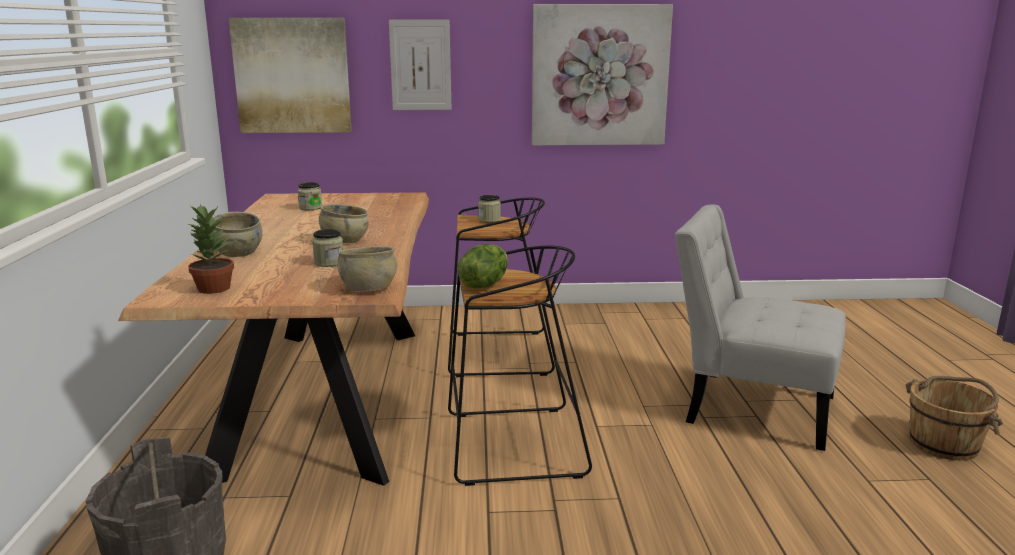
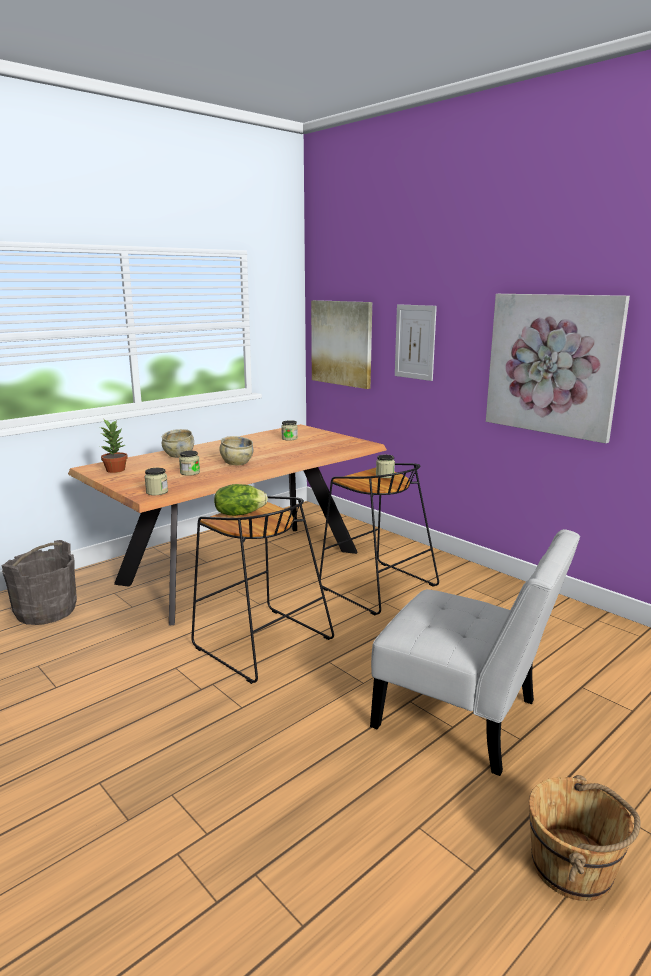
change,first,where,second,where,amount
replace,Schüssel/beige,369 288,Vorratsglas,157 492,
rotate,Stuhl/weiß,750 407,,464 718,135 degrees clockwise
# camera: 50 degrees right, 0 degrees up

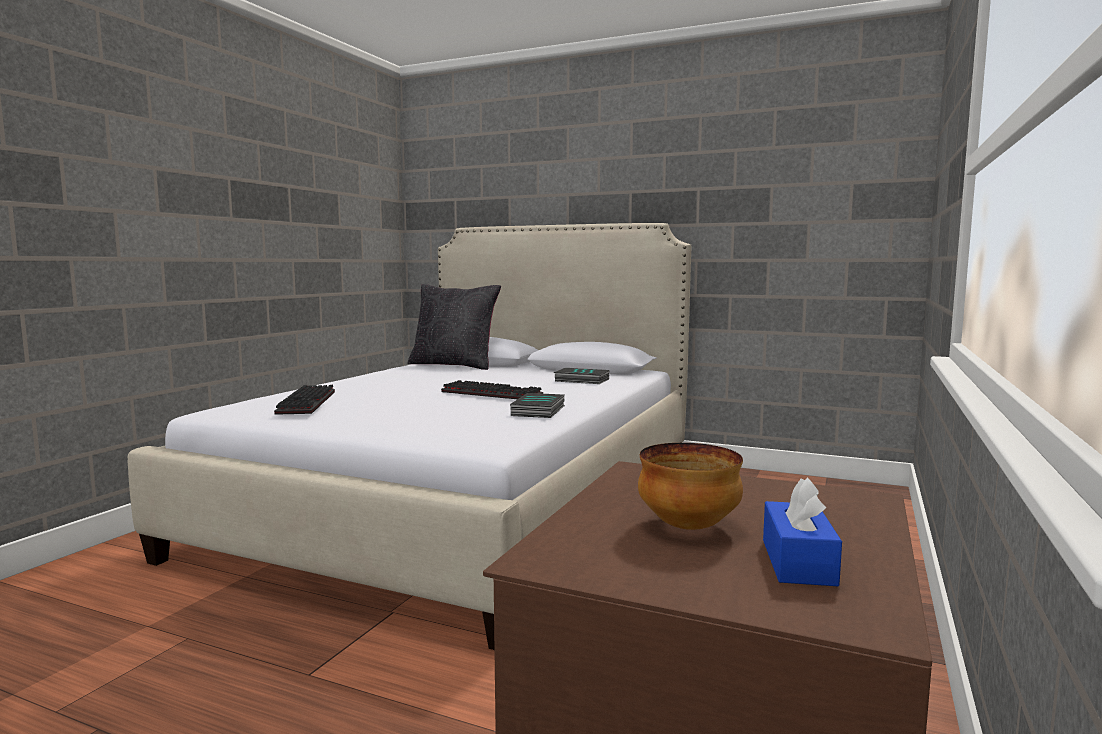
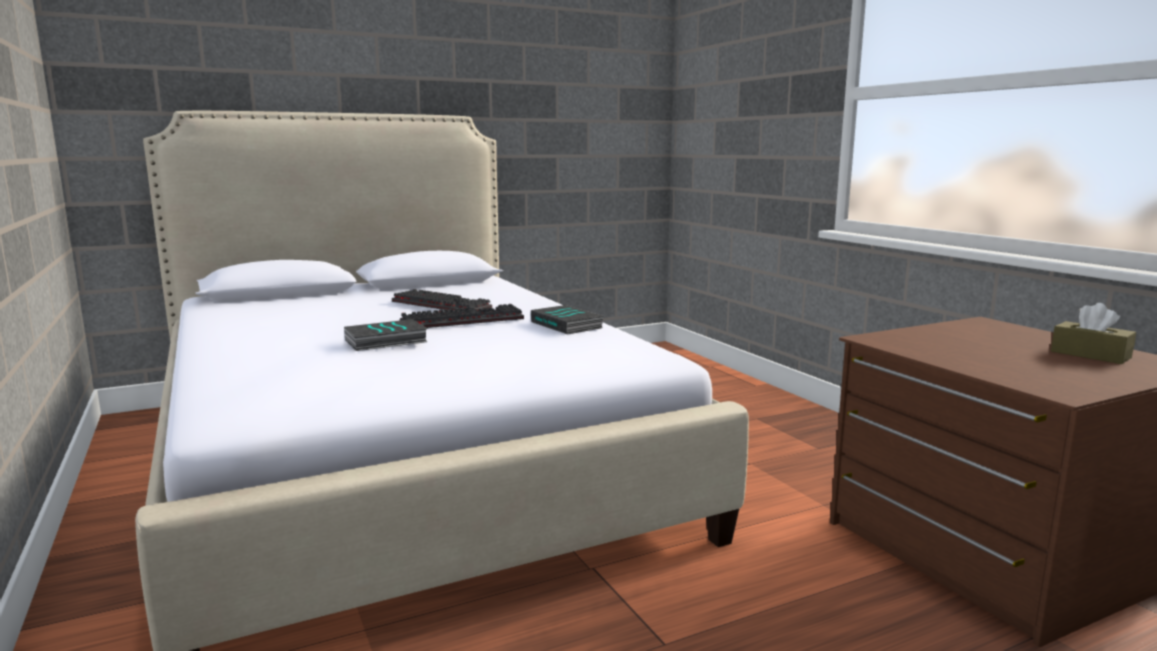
change,first,where,second,where,amount
delete,Kissen/schwarz,454 365,,,
delete,Schüssel,690 527,,,
move,Tastatur,308 403,,443 305,
move,Buch,581 380,,385 341,
recolor,Taschentuchbox/blau,798 562,Taschentuchbox/braun,1090 355,
# camera: 50 degrees left, 5 degrees up

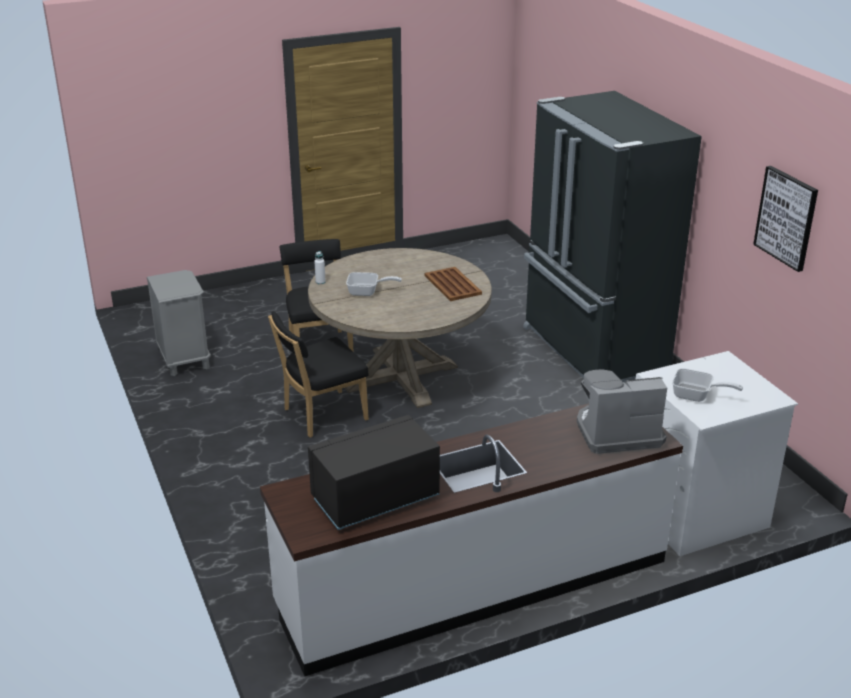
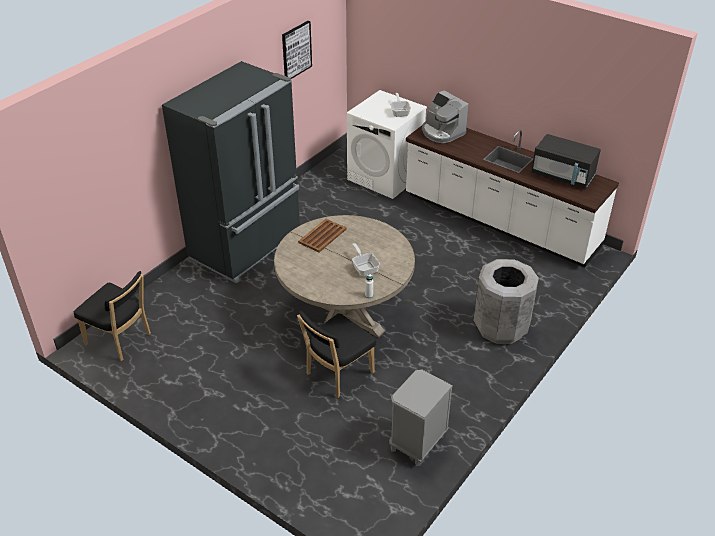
change,first,where,second,where,amount
insert,,,Mülleimer/grau,500 327,
move,Stuhl/schwarz,321 415,,120 340,
# camera: 120 degrees left, 10 degrees up

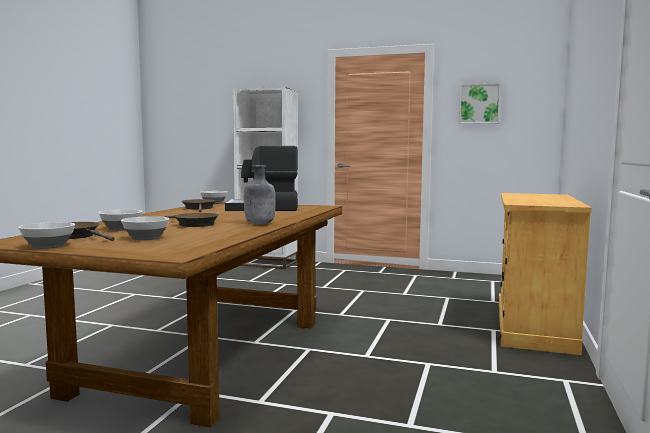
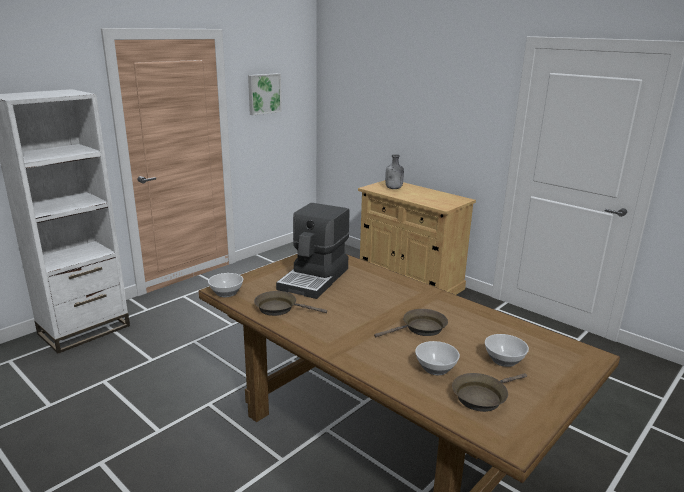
change,first,where,second,where,amount
delete,Schüssel,49 246,,,
move,Flasche/grau,259 224,,394 188,
# camera: 65 degrees left, 15 degrees up

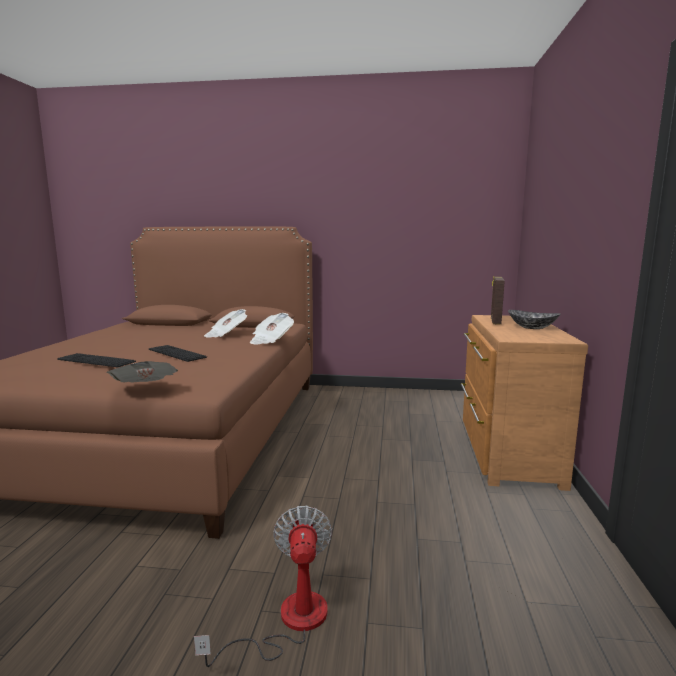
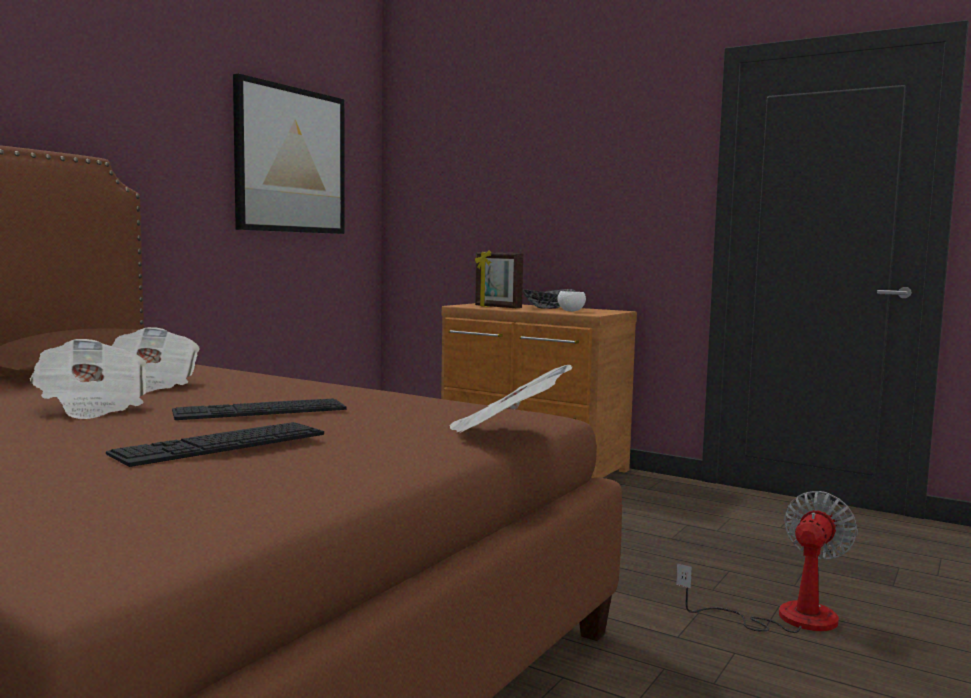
change,first,where,second,where,amount
insert,,,Bild,290 160,
insert,,,Schüssel/weiß,571 311,
move,Zeitung,271 340,,92 408,
rotate,Ventilator,289 622,,786 618,105 degrees clockwise
# camera: 65 degrees left, 5 degrees down

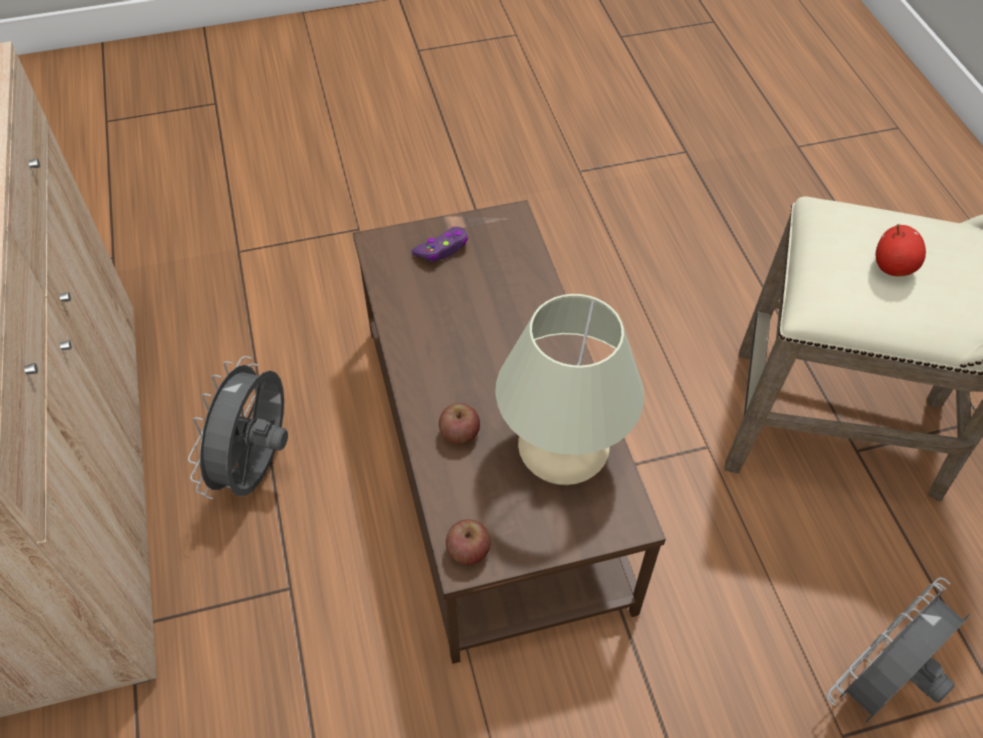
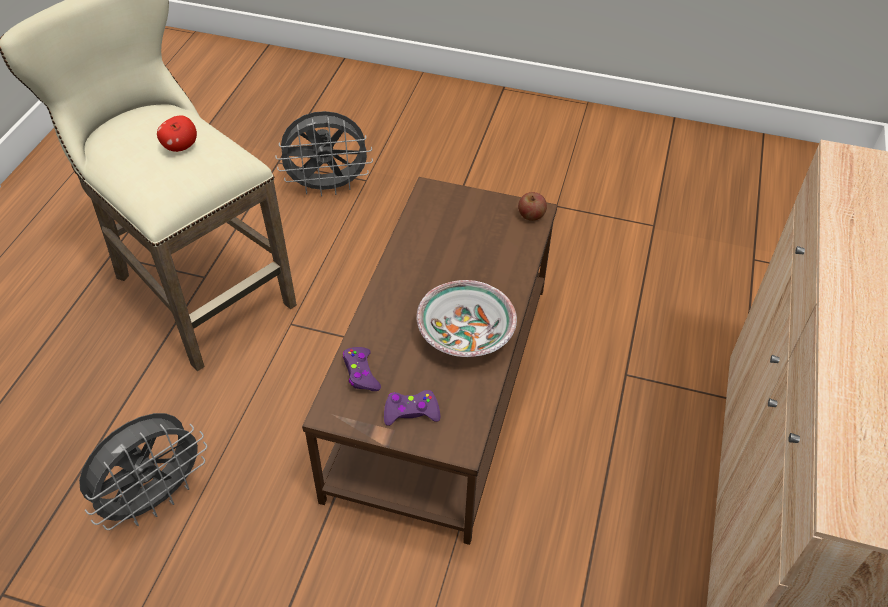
change,first,where,second,where,amount
delete,Apfel,459 433,,,
delete,Tischlampe/beige,562 449,,,
insert,,,Gamepad/lila,361 373,
insert,,,Schüssel,464 334,
move,Ventilator/grau,258 468,,155 498,
# camera: 150 degrees left, 5 degrees down

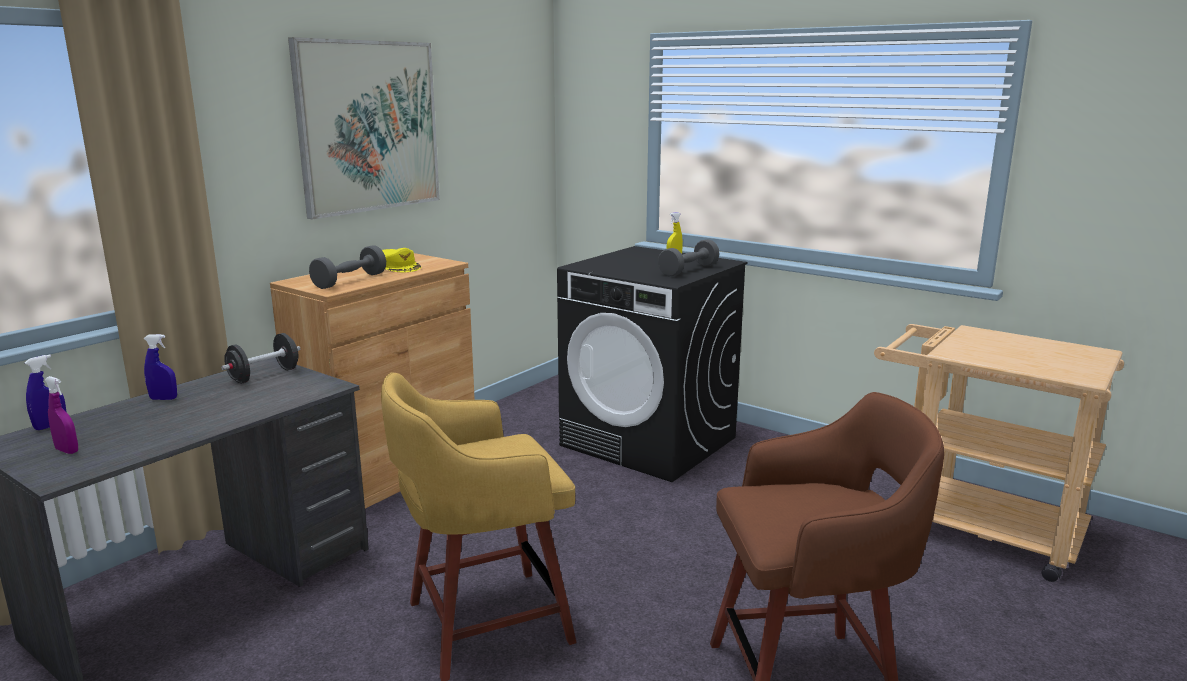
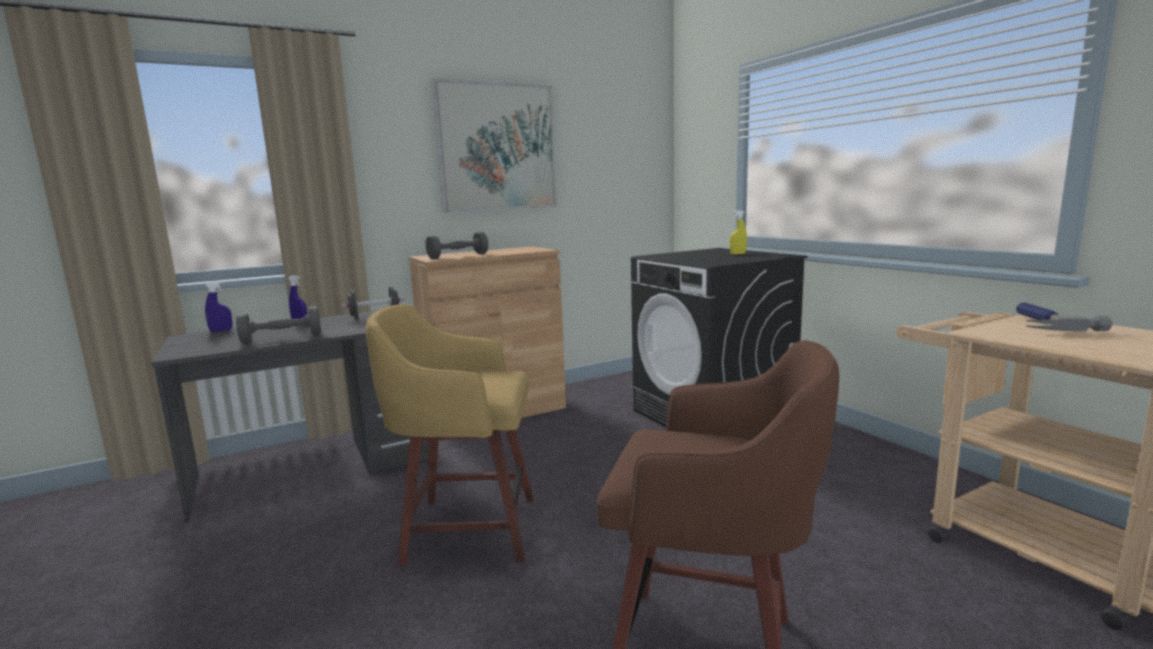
change,first,where,second,where,amount
delete,Sprühflasche/lila,67 451,,,
delete,Kappe/gelb,397 267,,,
insert,,,Hammer,1042 323,
move,Hantel/grau,688 270,,282 337,
# camera: 25 degrees right, 5 degrees down

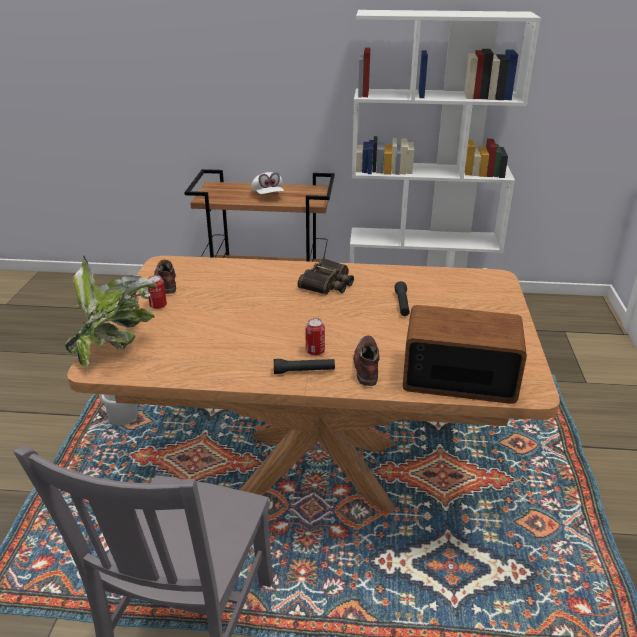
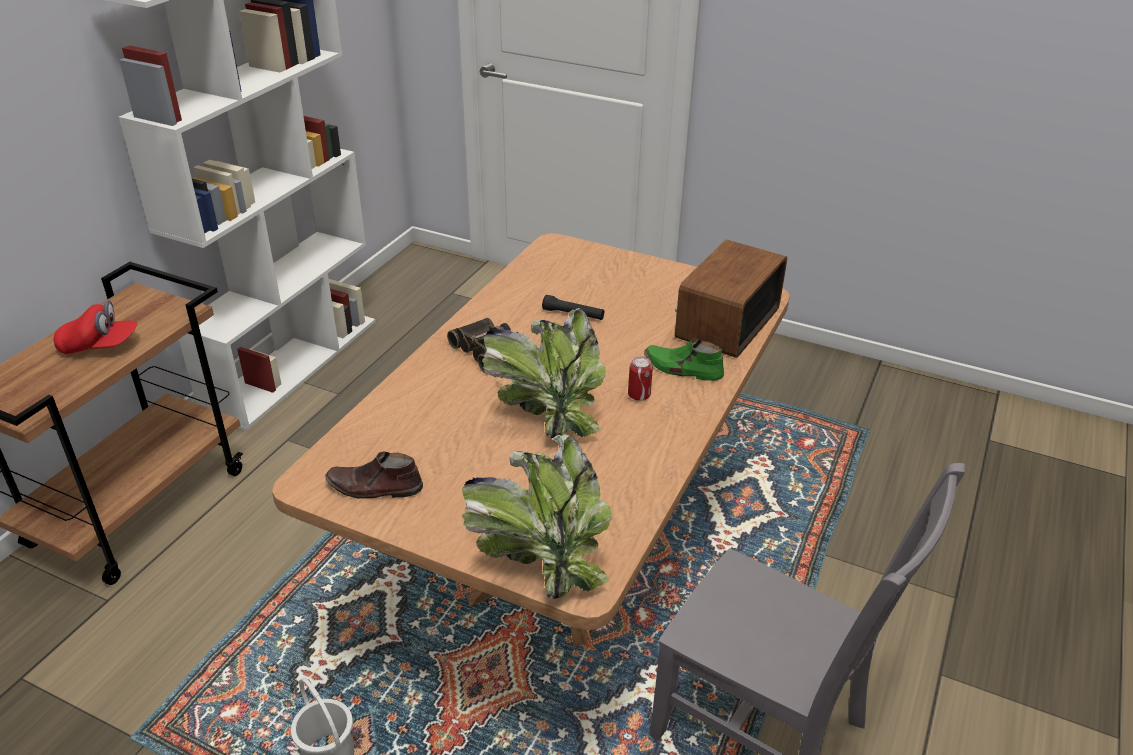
change,first,where,second,where,amount
delete,Dose,158 305,,,
delete,Taschenlampe/schwarz,304 371,,,
insert,,,Topfpflanze,547 413,
recolor,Kappe/weiß,267 195,Kappe/rot,100 346,
recolor,Schuh/braun,366 365,Schuh/grün,682 369,
# camera: 70 degrees left, 5 degrees up

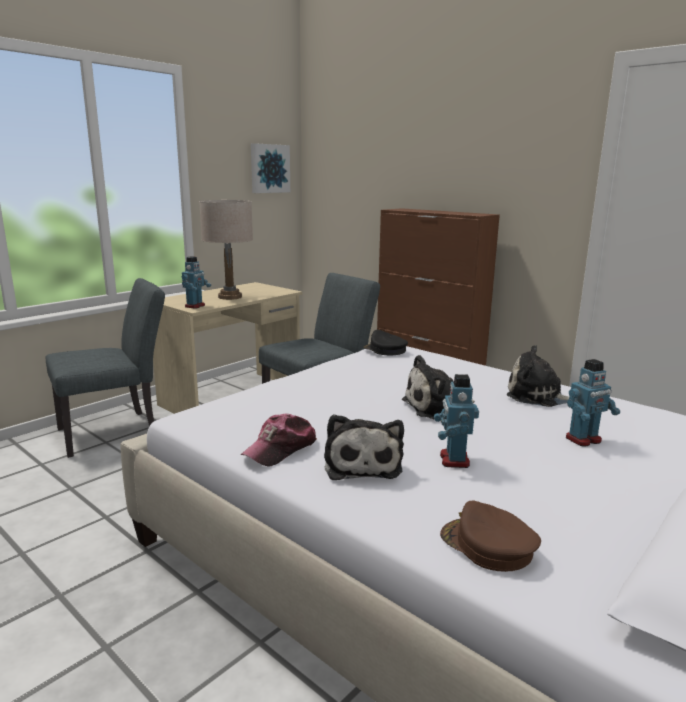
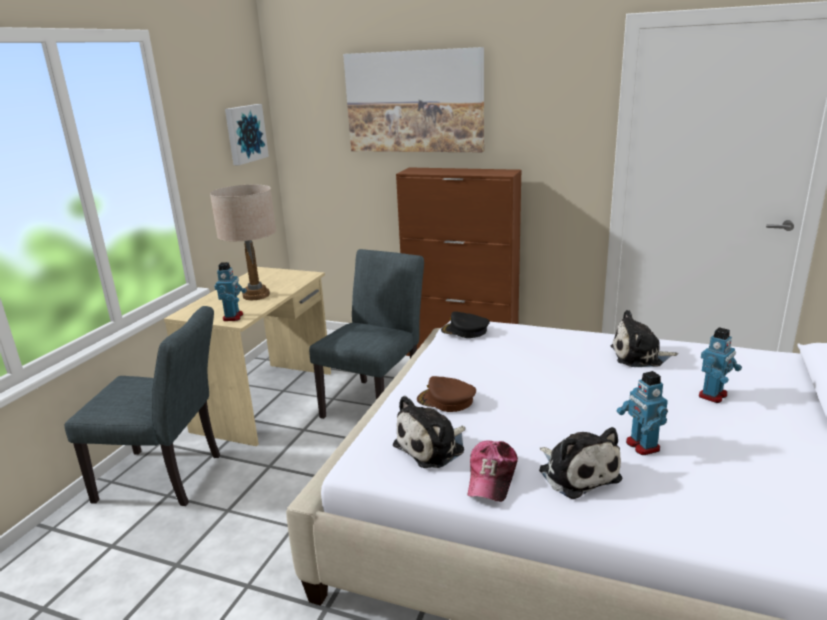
change,first,where,second,where,amount
insert,,,Bild,414 102,
move,Plüschtier,437 407,,433 447,
move,Kappe/braun,487 545,,446 400,
rotate,Stuhl/grau,116 431,,168 478,60 degrees clockwise
# camera: 20 degrees left, 5 degrees up

